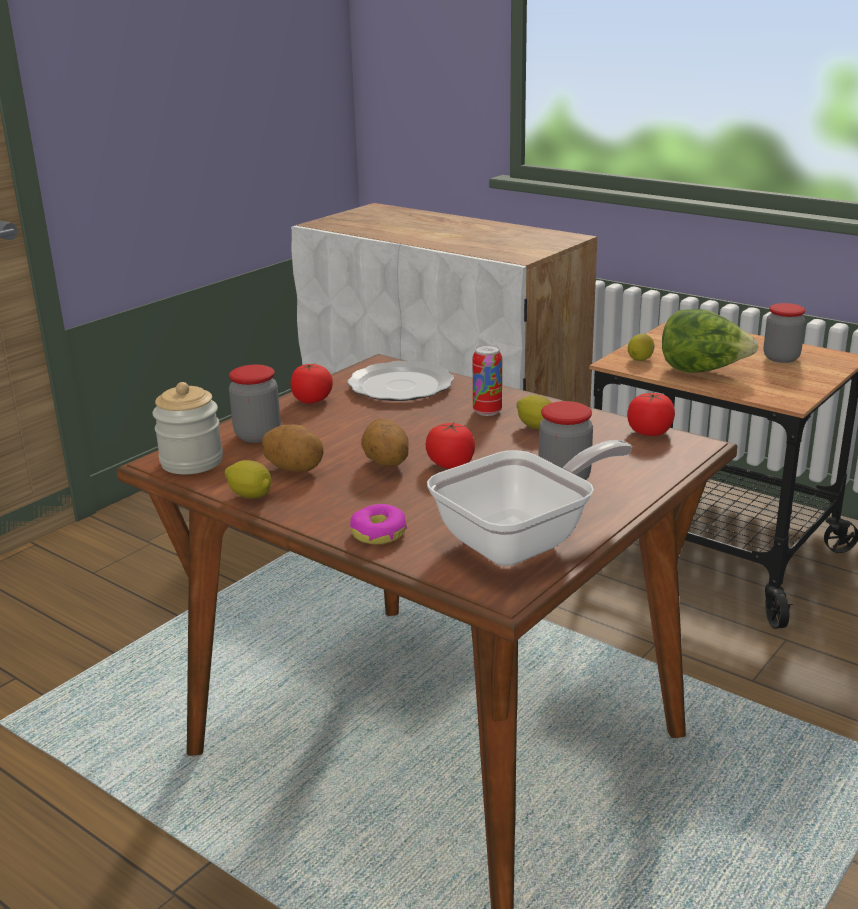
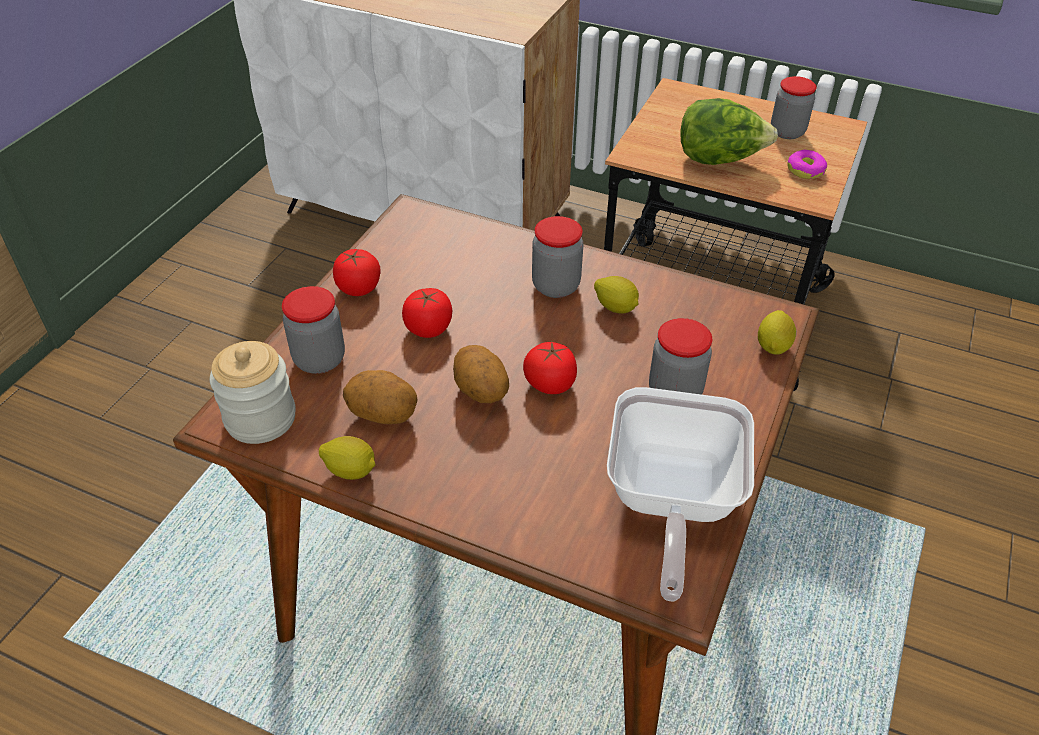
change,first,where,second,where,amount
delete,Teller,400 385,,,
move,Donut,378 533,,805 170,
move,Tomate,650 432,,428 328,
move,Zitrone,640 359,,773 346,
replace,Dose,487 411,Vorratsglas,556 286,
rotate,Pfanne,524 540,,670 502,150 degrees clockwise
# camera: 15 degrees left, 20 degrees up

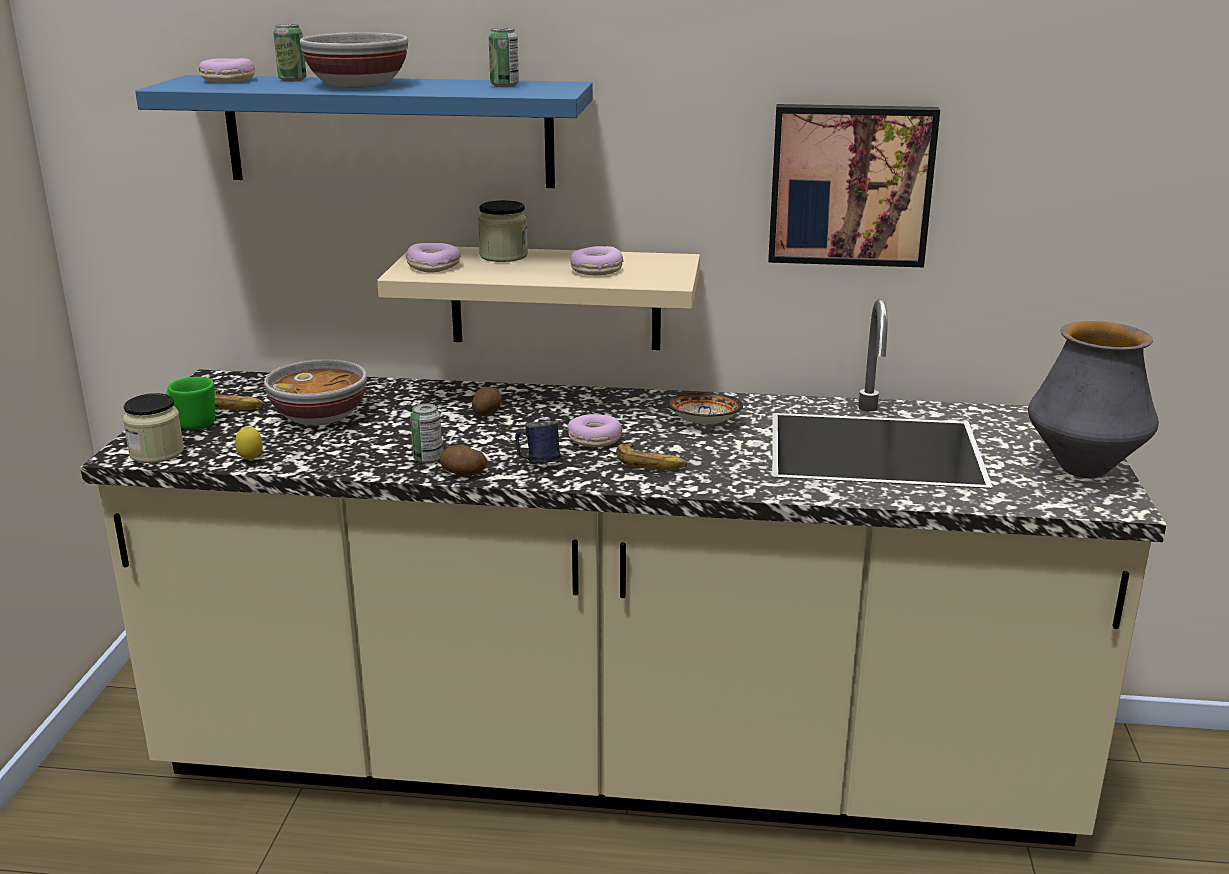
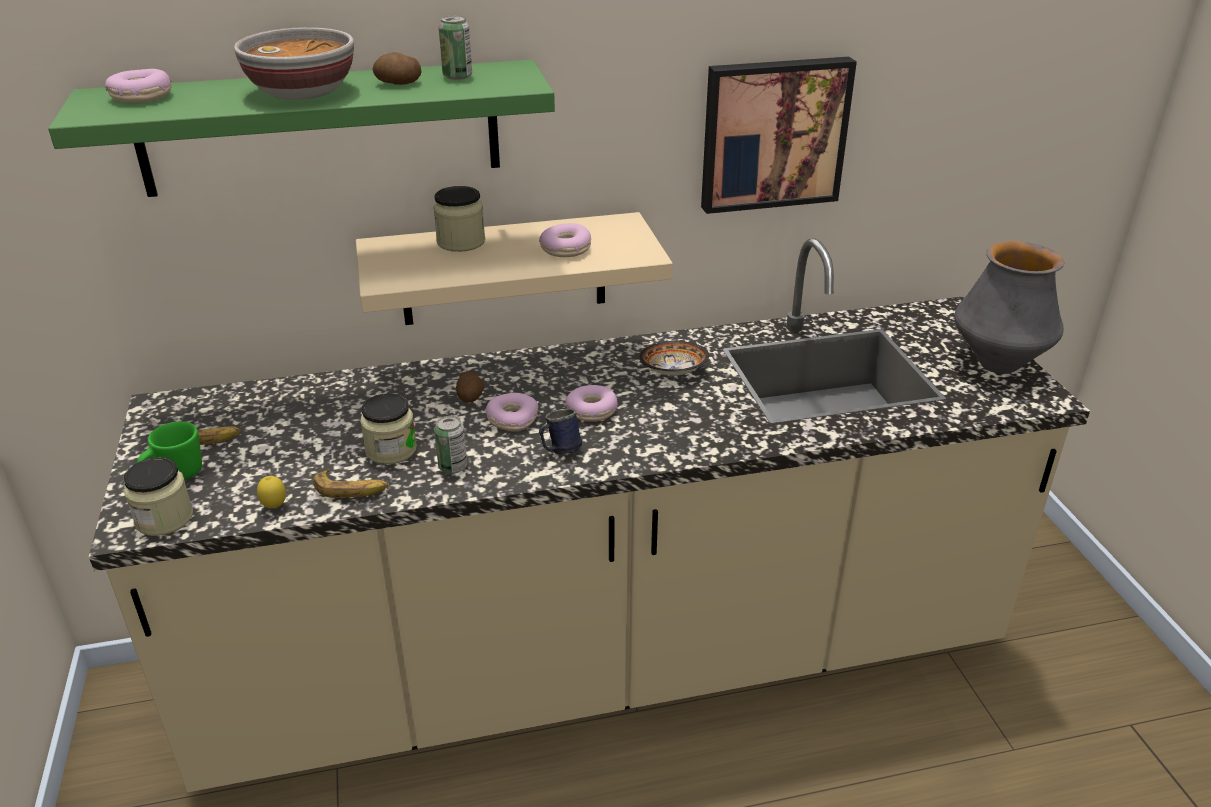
change,first,where,second,where,amount
delete,Schüssel,320 416,,,
delete,Dose,292 80,,,
insert,,,Vorratsglas,391 450,
move,Donut,433 266,,512 419,
move,Kartoffel,463 473,,398 83,
move,Banane,651 464,,351 489,
recolor,Wandregal/blau,388 131,Wandregal/grün,321 128,
# camera: 20 degrees left, 10 degrees up

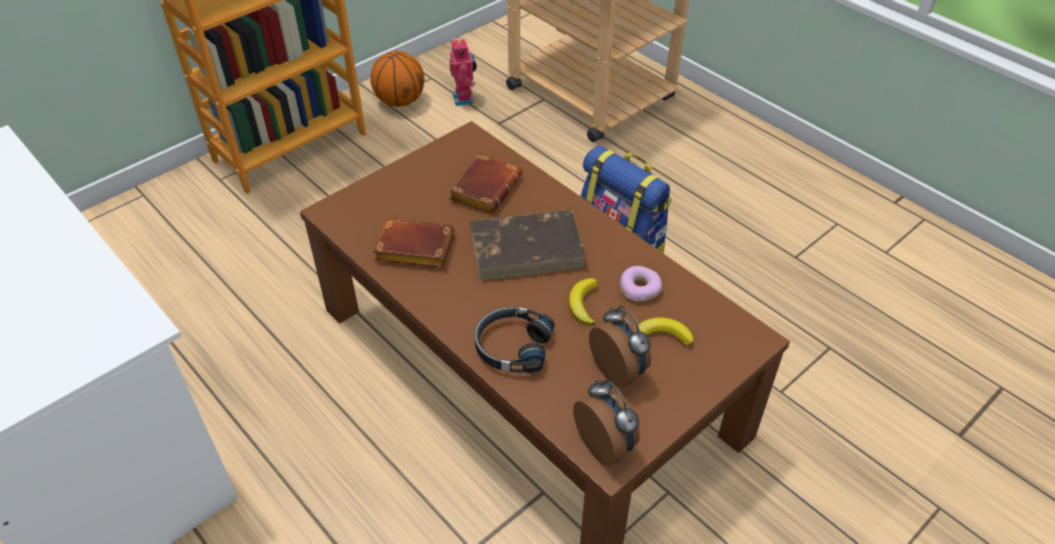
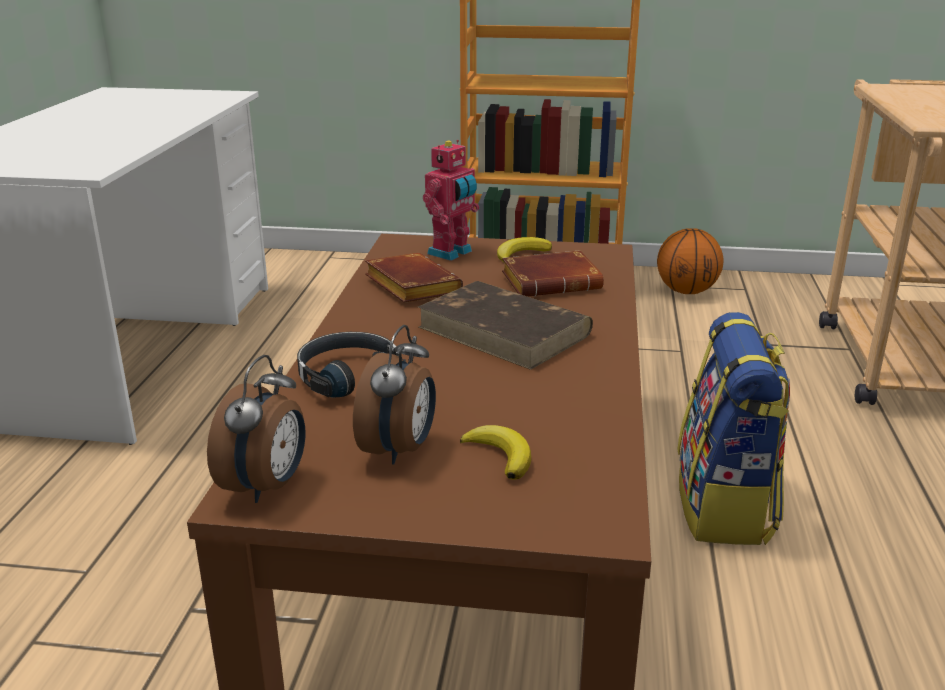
change,first,where,second,where,amount
delete,Donut,639 288,,,
move,Spielzeugroboter,464 99,,452 253,
move,Banane,583 304,,521 254,
# camera: 50 degrees right, 20 degrees down

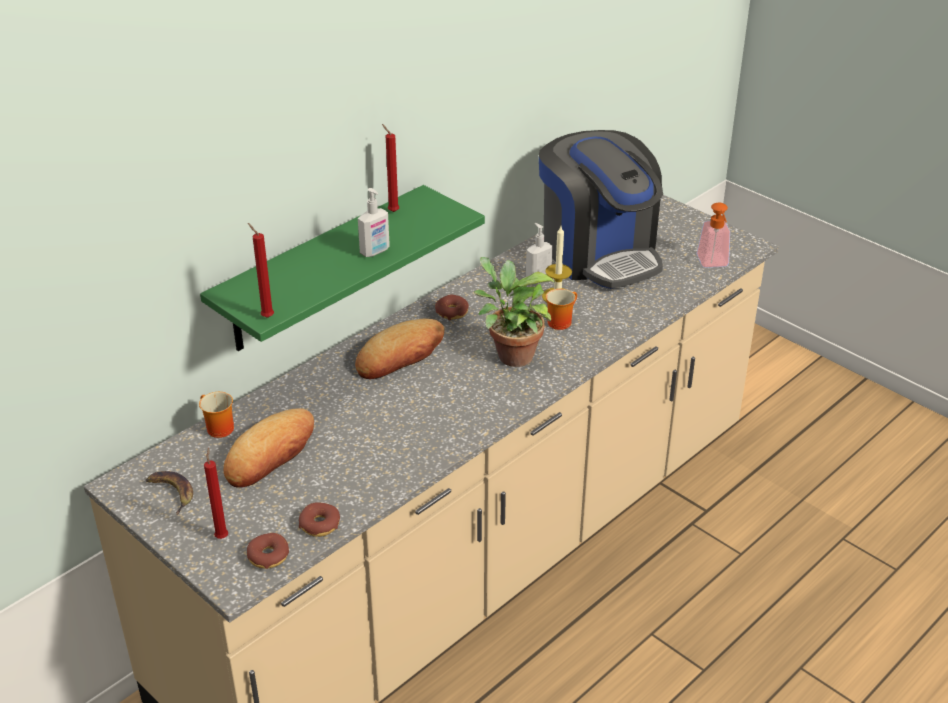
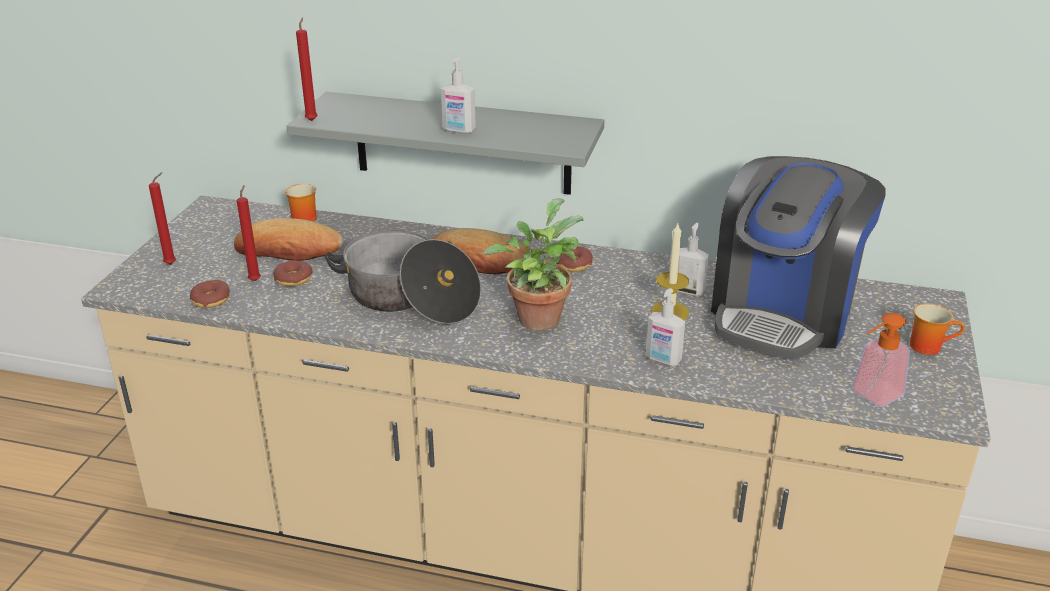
change,first,where,second,where,amount
delete,Banane,171 492,,,
insert,,,Kochtopf,410 299,
insert,,,Seifenspender,662 360,
move,Donut,268 556,,293 279,
move,Kerze/rot,392 211,,255 280,
move,Henkelbecher,559 321,,928 345,
recolor,Wandregal/grün,321 270,Wandregal/grau,462 143,
# camera: 60 degrees right, 5 degrees down

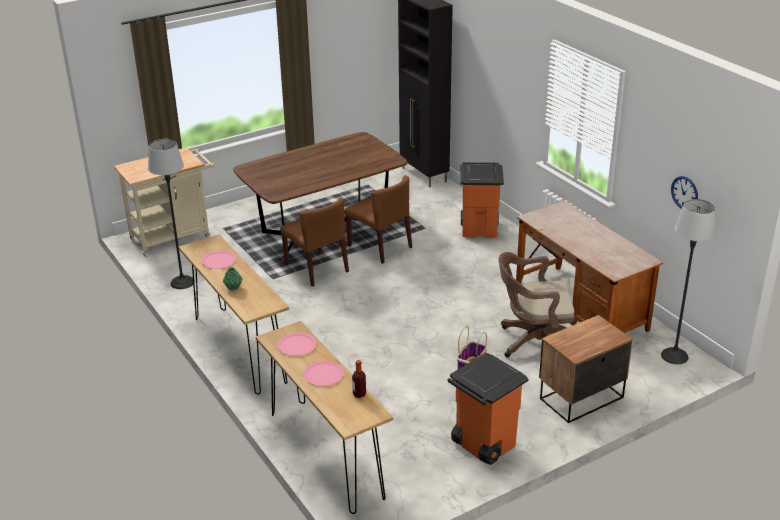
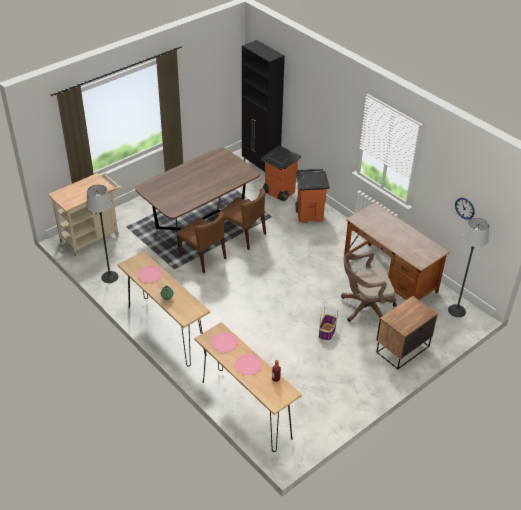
change,first,where,second,where,amount
move,Mülleimer/orange,483 445,,278 192,
# camera: 10 degrees left, 10 degrees up

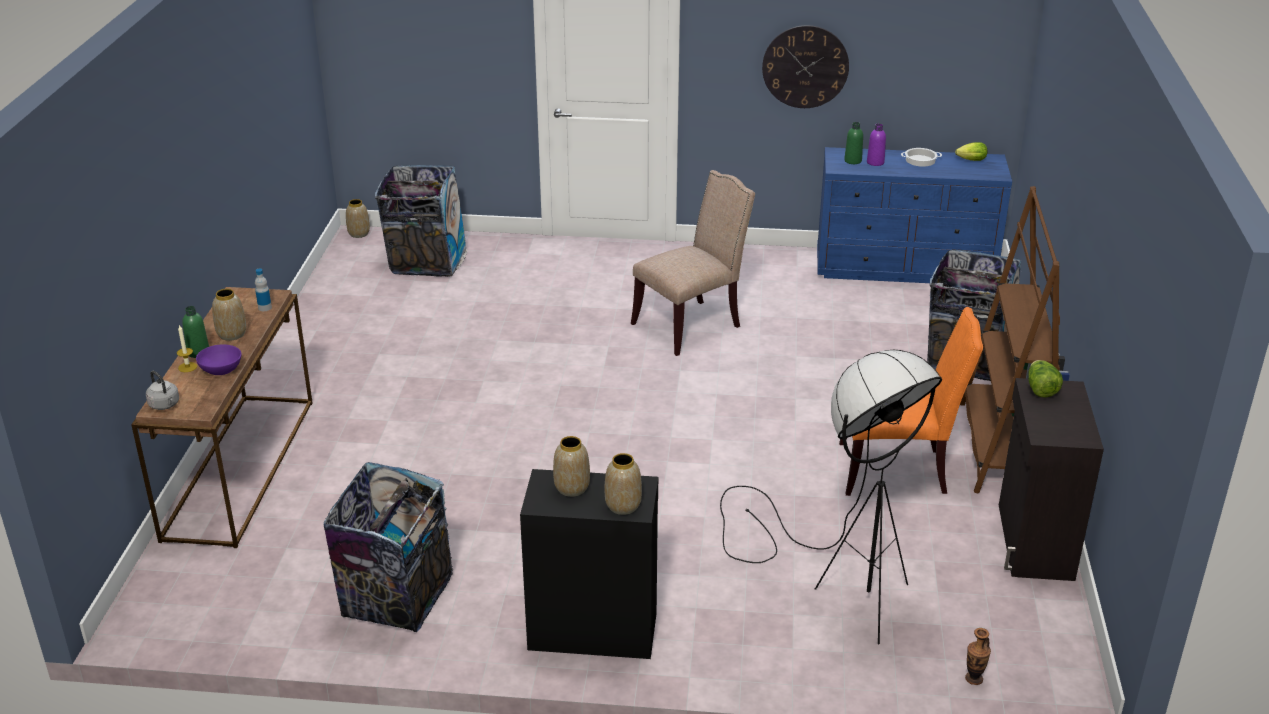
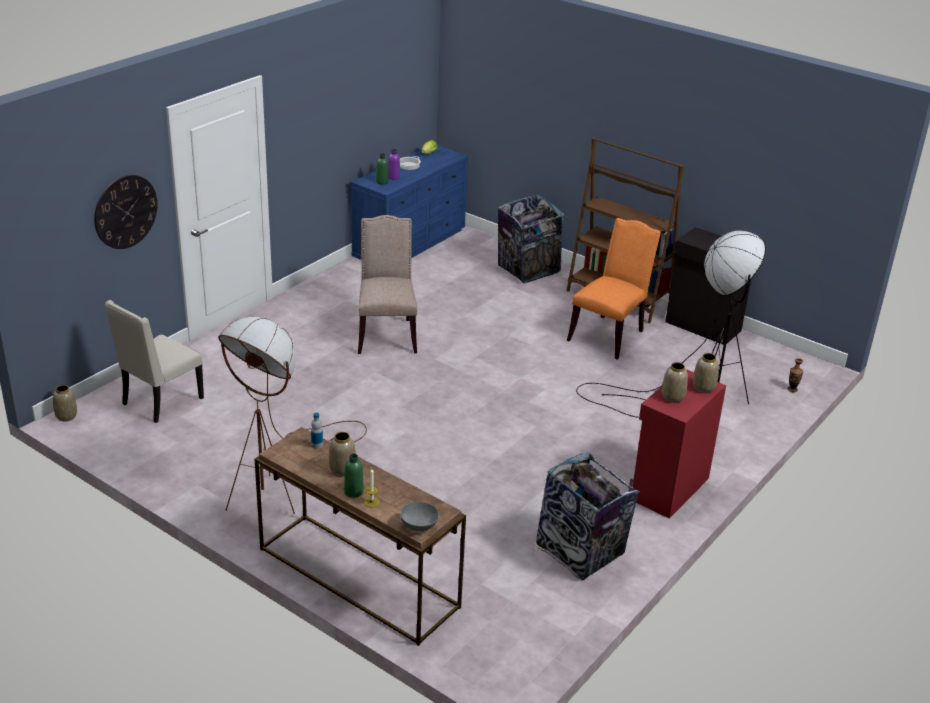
change,first,where,second,where,amount
delete,Schüssel/lila,221 370,,,
delete,Salatkopf,1040 389,,,
insert,,,Stehlampe/braun,282 482,
move,Wanduhr,805 66,,125 211,
replace,Wasserkessel/grau,165 405,Schüssel/grau,419 525,
replace,Mülleimer,426 262,Stuhl/beige,161 402,
recolor,Schrank/schwarz,592 629,Schrank/rot,668 488,
# camera: 60 degrees left, 0 degrees up

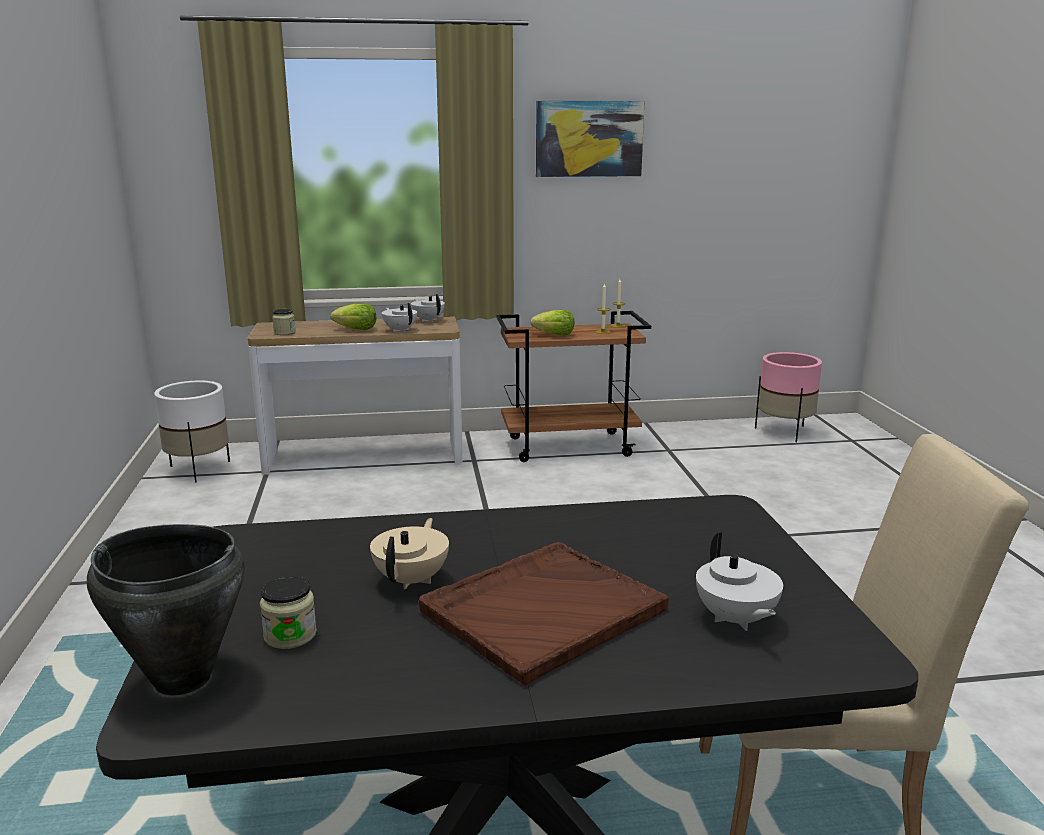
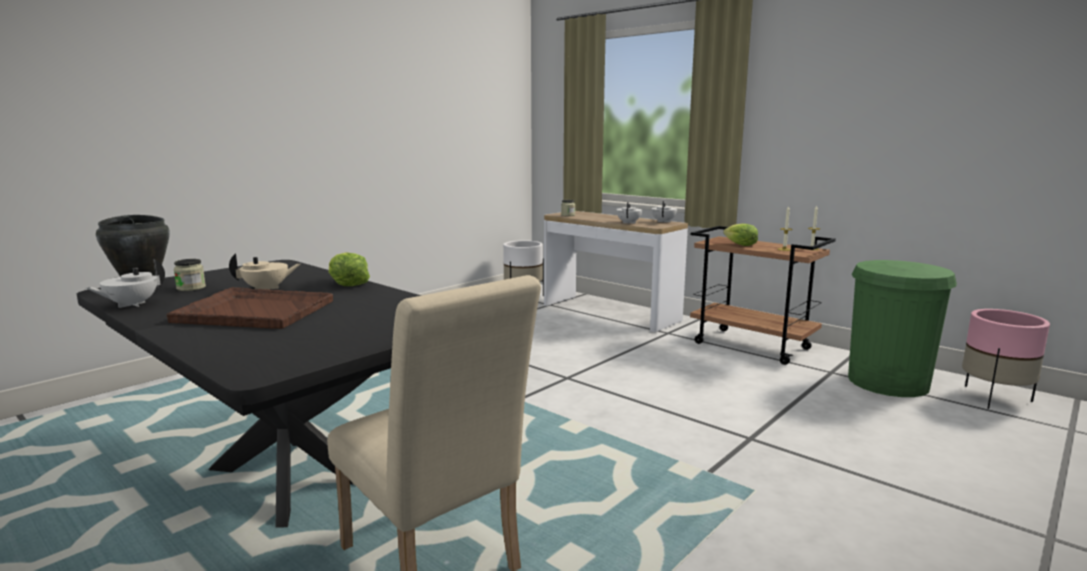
change,first,where,second,where,amount
delete,Bild,589 139,,,
insert,,,Mülleimer/grün,887 382,
move,Salatkopf,356 329,,347 284,
move,Teekanne/weiß,735 619,,131 305,
# camera: 50 degrees right, 5 degrees down

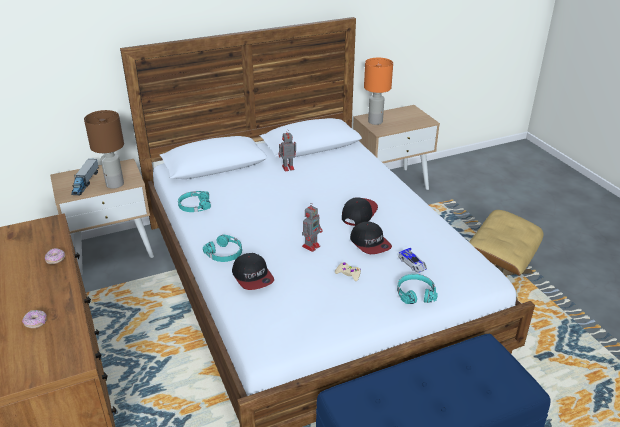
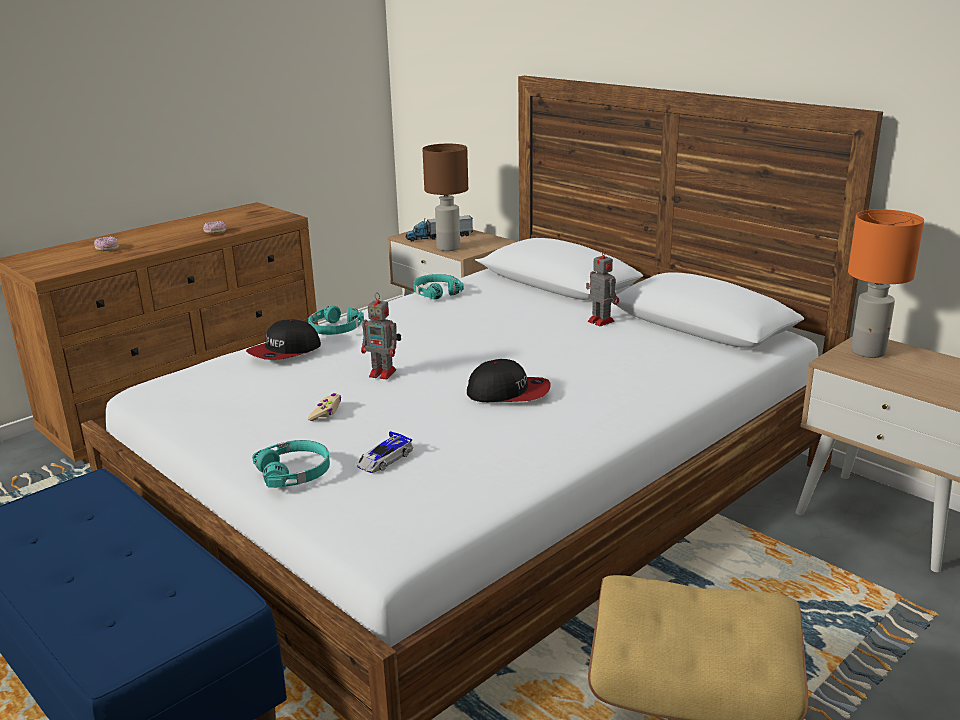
change,first,where,second,where,amount
delete,Kappe,370 243,,,
# camera: 70 degrees right, 10 degrees down

